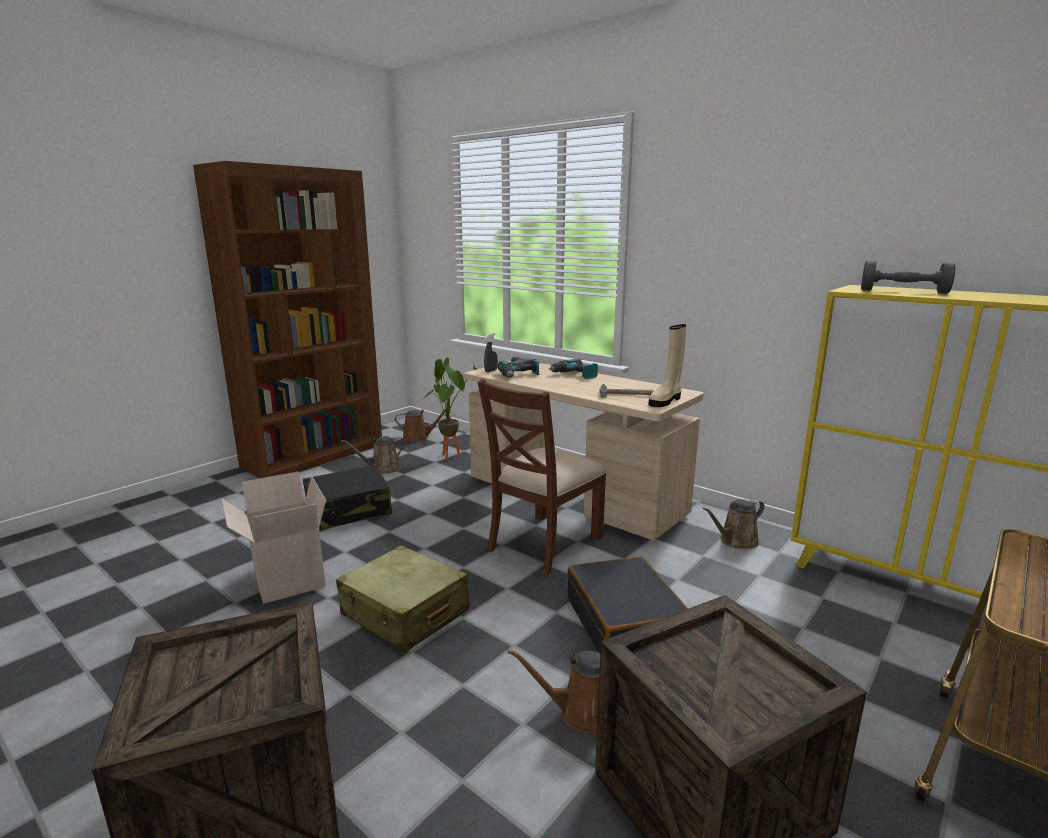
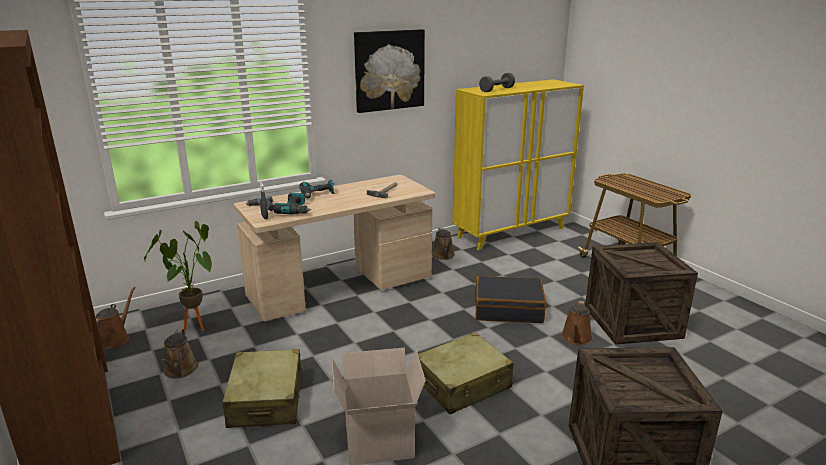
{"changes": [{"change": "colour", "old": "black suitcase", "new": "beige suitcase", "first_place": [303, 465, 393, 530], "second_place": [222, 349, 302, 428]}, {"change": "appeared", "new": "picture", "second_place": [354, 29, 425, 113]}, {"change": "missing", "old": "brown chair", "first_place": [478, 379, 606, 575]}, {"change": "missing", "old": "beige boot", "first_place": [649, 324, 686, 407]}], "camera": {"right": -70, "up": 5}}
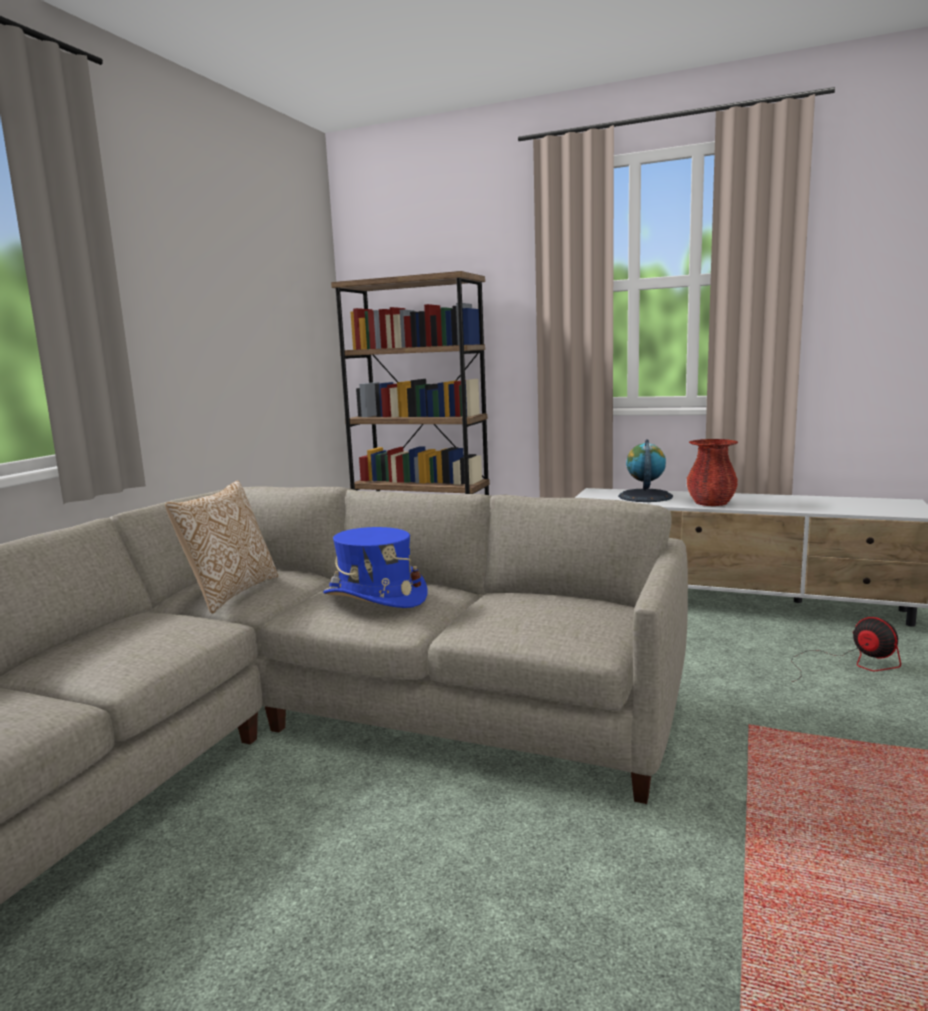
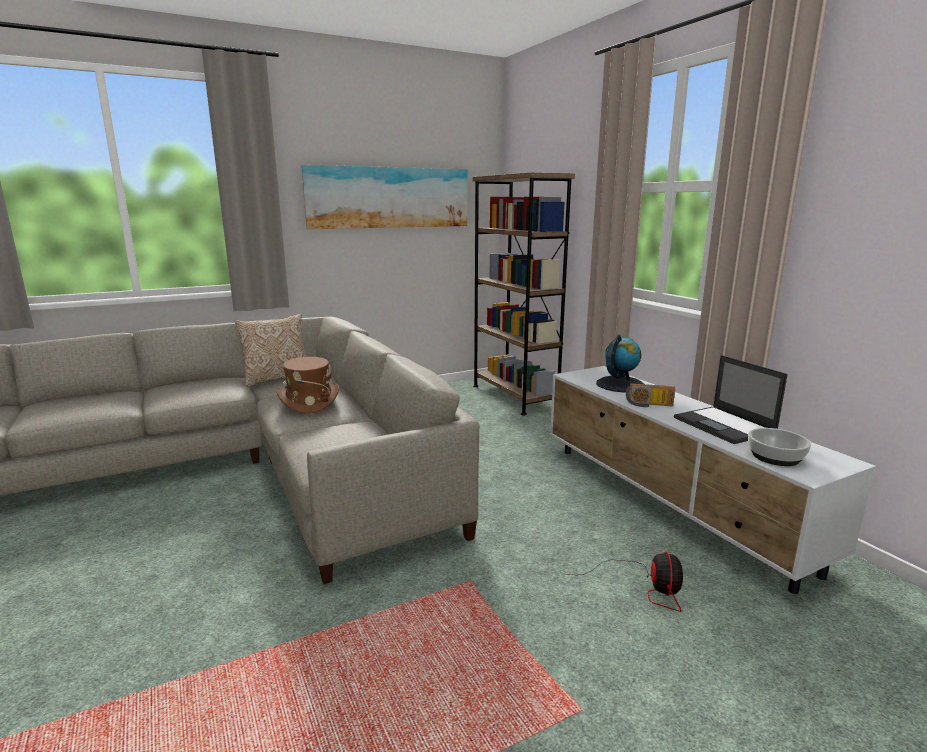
{"changes": [{"change": "colour", "old": "blue hat", "new": "brown hat", "first_place": [323, 527, 428, 608], "second_place": [277, 357, 339, 413]}, {"change": "appeared", "new": "picture", "second_place": [301, 165, 467, 229]}, {"change": "exchanged", "old": "red vase", "new": "radio", "first_place": [687, 439, 738, 506], "second_place": [626, 383, 675, 407]}, {"change": "appeared", "new": "laptop", "second_place": [674, 355, 788, 444]}, {"change": "appeared", "new": "bowl", "second_place": [748, 428, 811, 466]}], "camera": {"right": 40, "up": 5}}
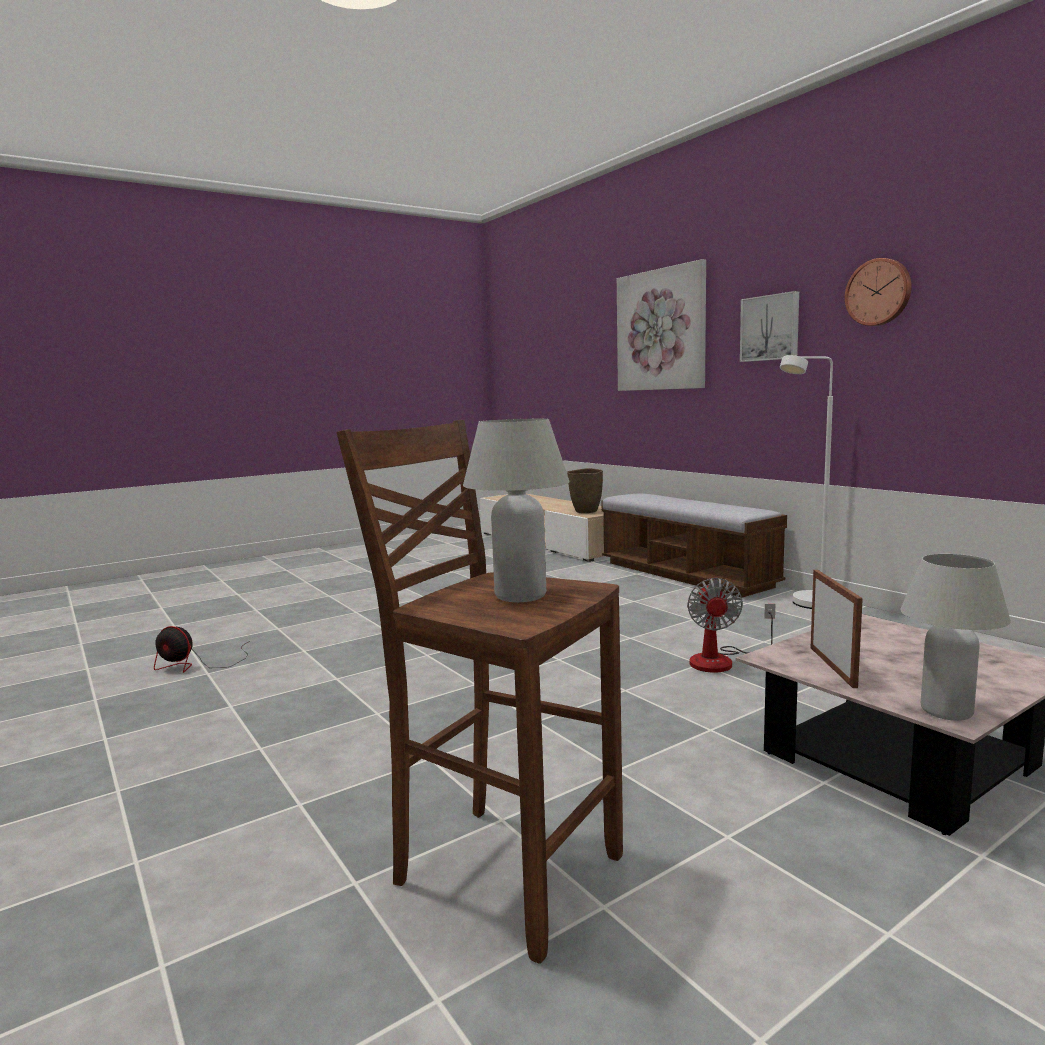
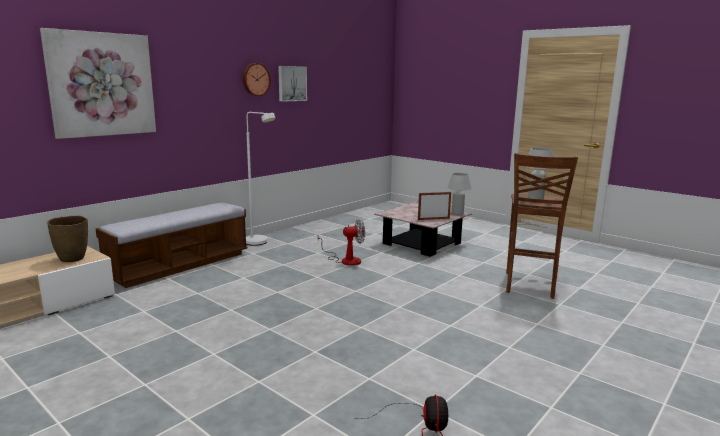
{"changes": [{"change": "relocated", "old": "picture", "first_place": [740, 291, 799, 362], "second_place": [278, 66, 307, 102]}], "camera": {"right": -105, "up": 5}}
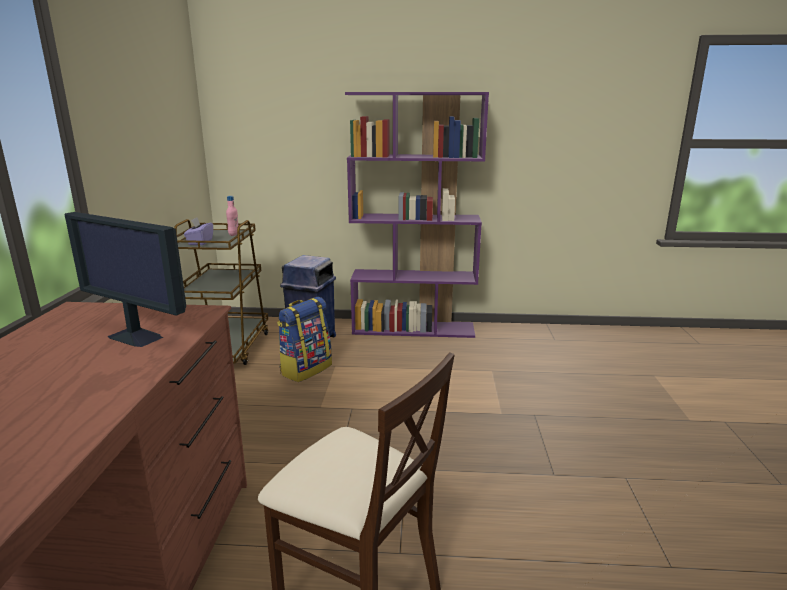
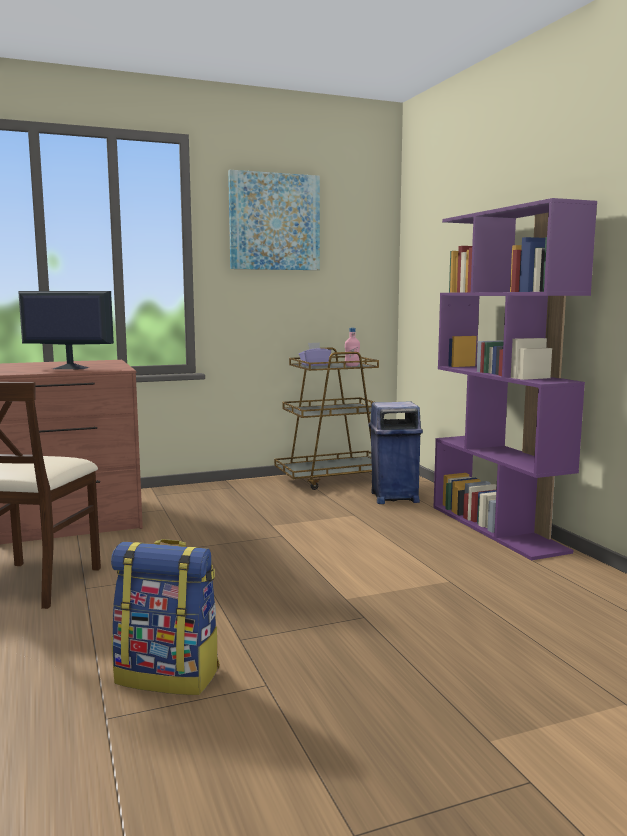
{"changes": [{"change": "spun", "old": "monitor", "first_place": [65, 212, 186, 347], "second_place": [18, 291, 114, 369], "degrees": 90}, {"change": "relocated", "old": "backpack", "first_place": [277, 297, 332, 382], "second_place": [111, 539, 220, 695]}, {"change": "appeared", "new": "picture", "second_place": [228, 170, 320, 270]}], "camera": {"right": 65, "up": -10}}
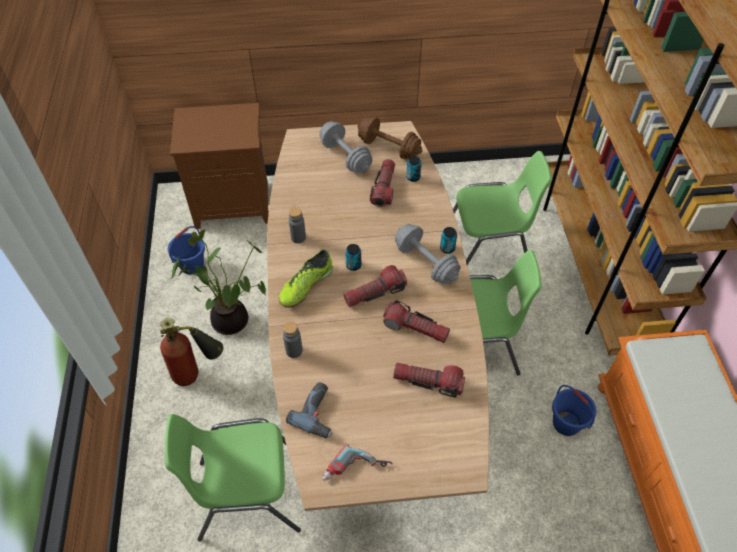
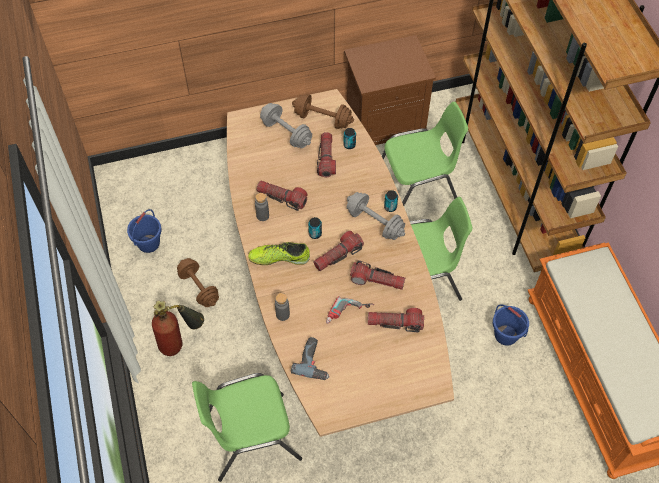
{"changes": [{"change": "exchanged", "old": "potted plant", "new": "brown dumbbell", "first_place": [171, 230, 266, 335], "second_place": [177, 258, 219, 307]}, {"change": "spun", "old": "shoe", "first_place": [279, 249, 333, 308], "second_place": [248, 242, 310, 265], "degrees": 60}, {"change": "appeared", "new": "flashlight", "second_place": [257, 181, 307, 211]}, {"change": "relocated", "old": "power drill", "first_place": [323, 444, 393, 481], "second_place": [326, 296, 374, 324]}, {"change": "relocated", "old": "brown nightstand", "first_place": [170, 103, 269, 229], "second_place": [344, 35, 436, 145]}], "camera": {"right": -10, "up": 5}}
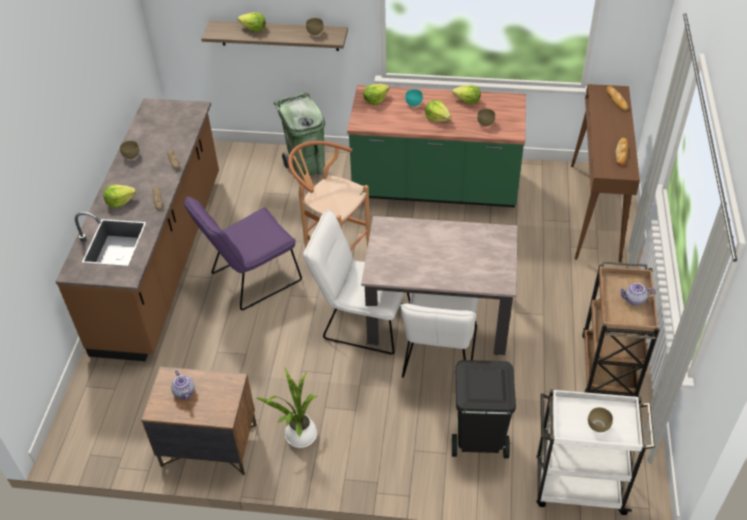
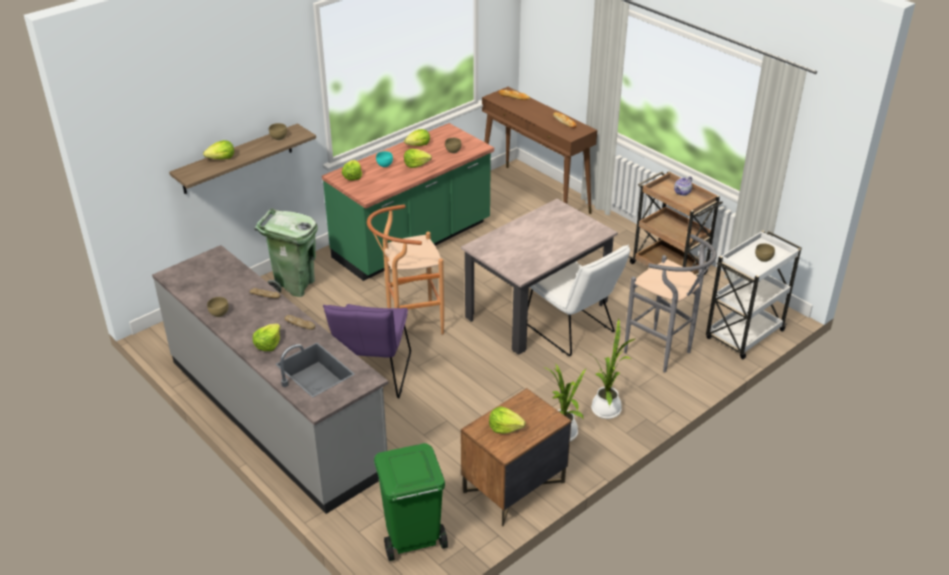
{"changes": [{"change": "colour", "old": "brown counter", "new": "grey counter", "first_place": [55, 98, 219, 361], "second_place": [152, 245, 388, 514]}, {"change": "appeared", "new": "green trash can", "second_place": [374, 443, 448, 561]}, {"change": "exchanged", "old": "teapot", "new": "lettuce", "first_place": [171, 370, 195, 400], "second_place": [489, 406, 526, 434]}, {"change": "appeared", "new": "potted plant", "second_place": [590, 318, 636, 419]}, {"change": "exchanged", "old": "black trash can", "new": "grey stool", "first_place": [452, 360, 516, 459], "second_place": [624, 234, 717, 372]}, {"change": "missing", "old": "white chair", "first_place": [303, 209, 410, 355]}], "camera": {"right": -50, "up": -10}}
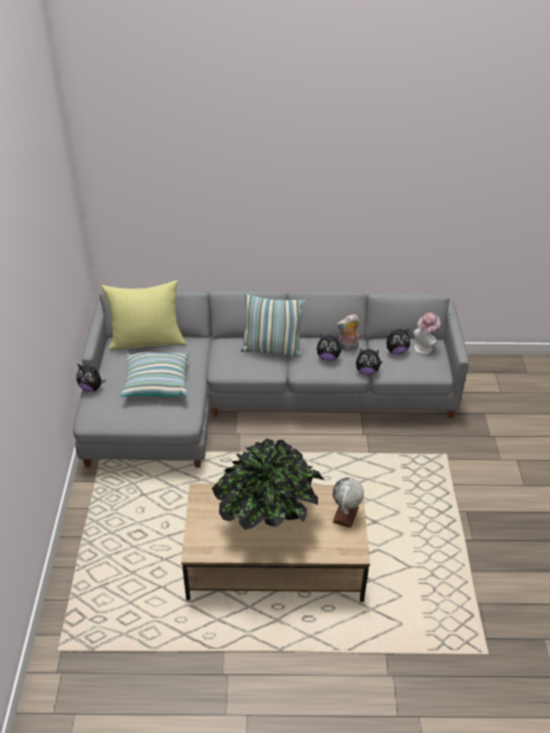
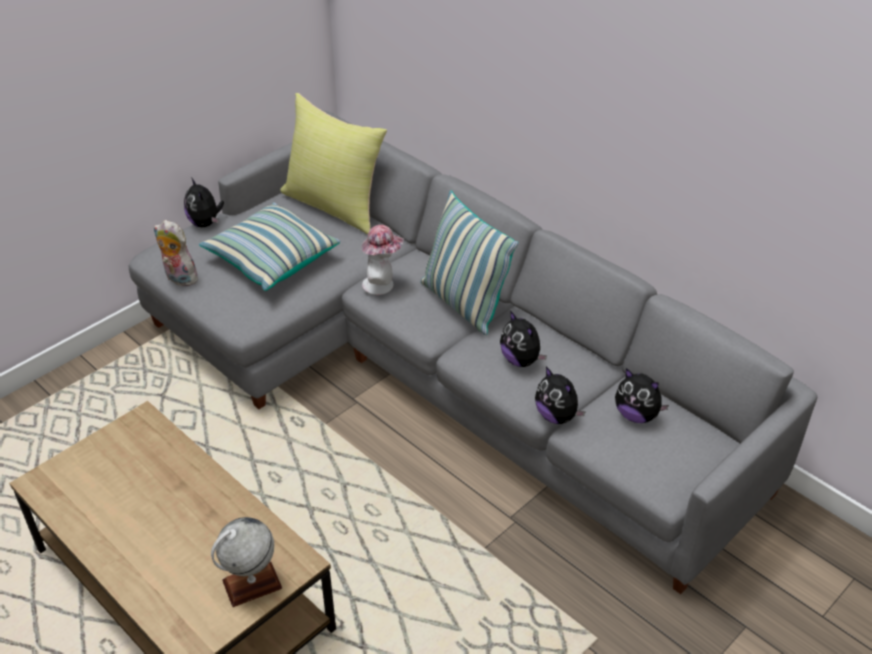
{"changes": [{"change": "relocated", "old": "plush toy", "first_place": [336, 314, 360, 351], "second_place": [154, 220, 199, 286]}, {"change": "relocated", "old": "hat", "first_place": [413, 313, 440, 354], "second_place": [361, 225, 404, 295]}, {"change": "missing", "old": "potted plant", "first_place": [212, 438, 324, 530]}], "camera": {"right": 45, "up": 0}}
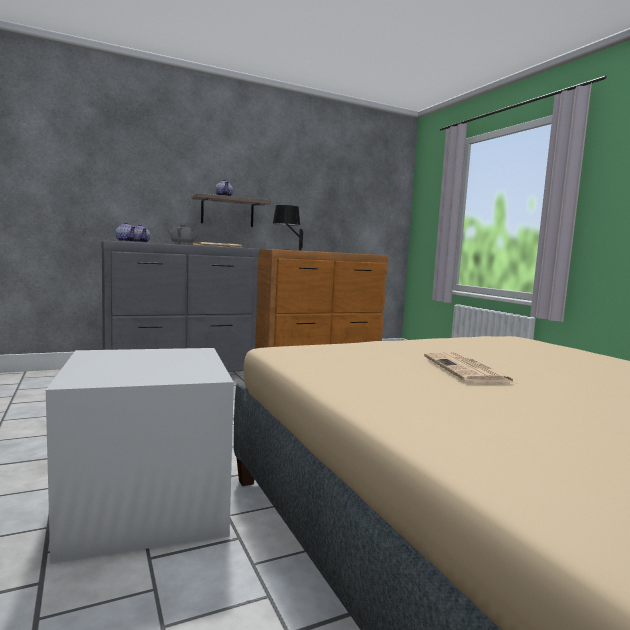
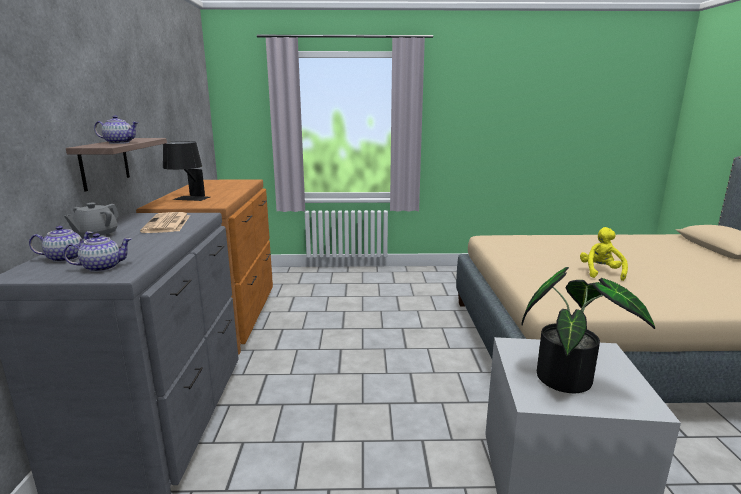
{"changes": [{"change": "appeared", "new": "potted plant", "second_place": [521, 267, 655, 393]}, {"change": "exchanged", "old": "newspaper", "new": "yellow plush toy", "first_place": [424, 352, 515, 384], "second_place": [580, 227, 628, 281]}], "camera": {"right": -65, "up": 10}}
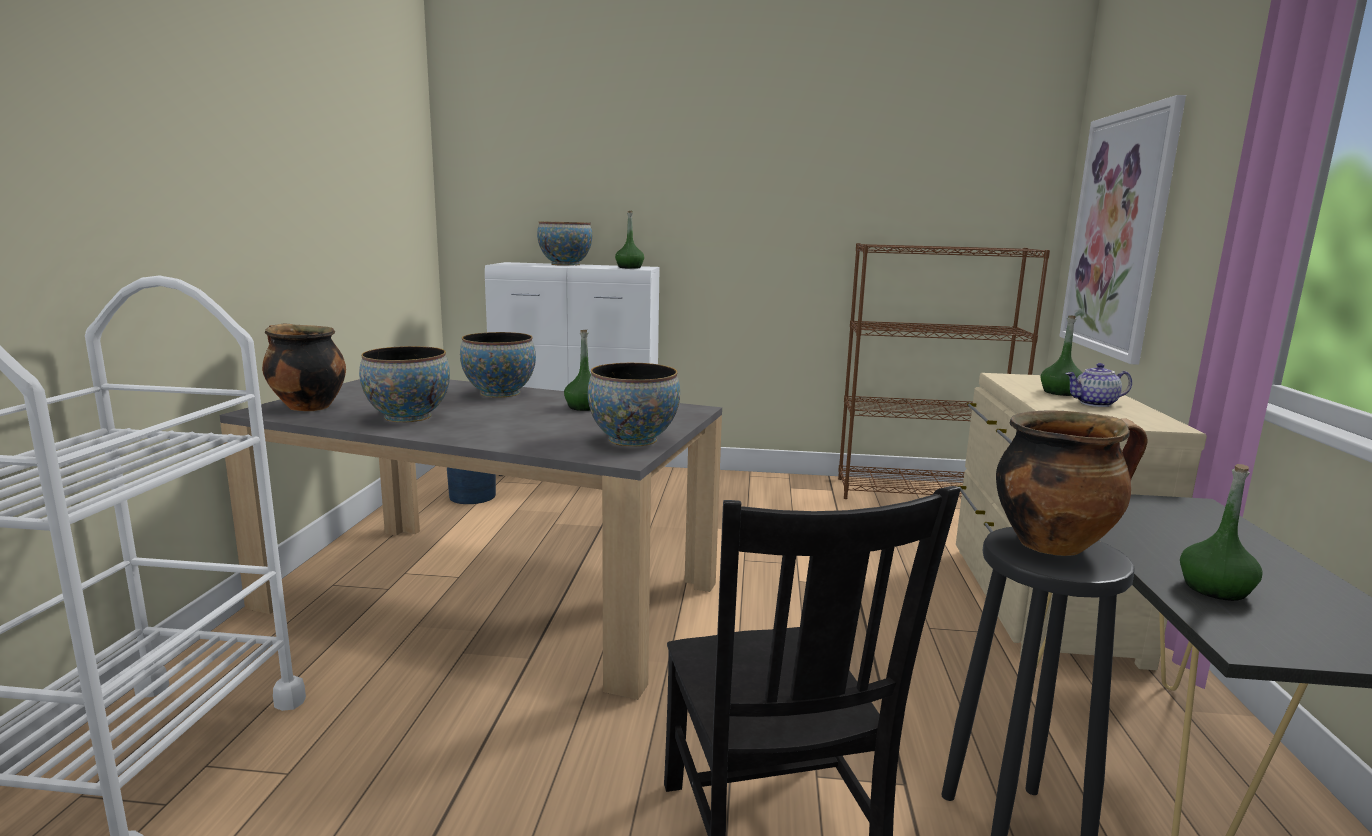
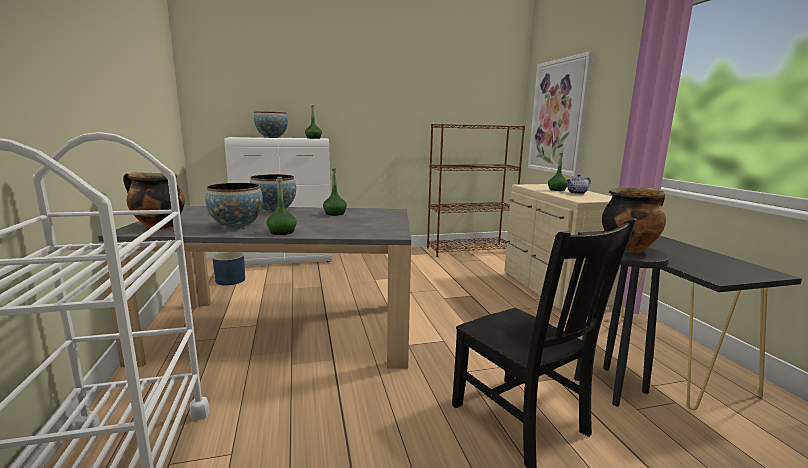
{"changes": [{"change": "relocated", "old": "green bottle", "first_place": [1180, 464, 1262, 601], "second_place": [266, 177, 297, 235]}, {"change": "missing", "old": "bowl", "first_place": [588, 363, 680, 447]}], "camera": {"right": -20, "up": 0}}
